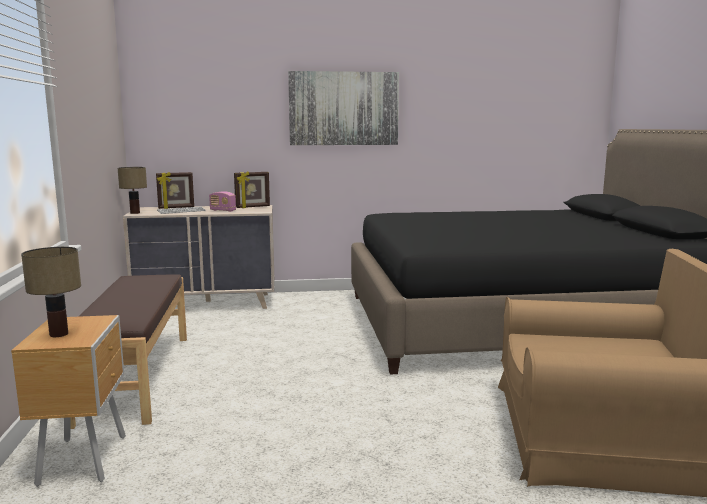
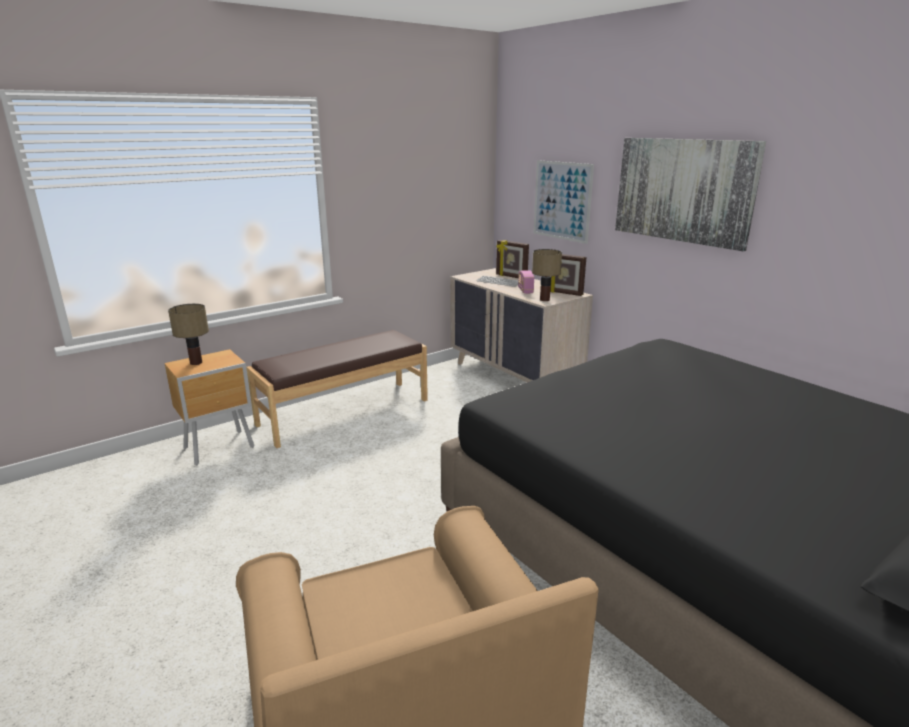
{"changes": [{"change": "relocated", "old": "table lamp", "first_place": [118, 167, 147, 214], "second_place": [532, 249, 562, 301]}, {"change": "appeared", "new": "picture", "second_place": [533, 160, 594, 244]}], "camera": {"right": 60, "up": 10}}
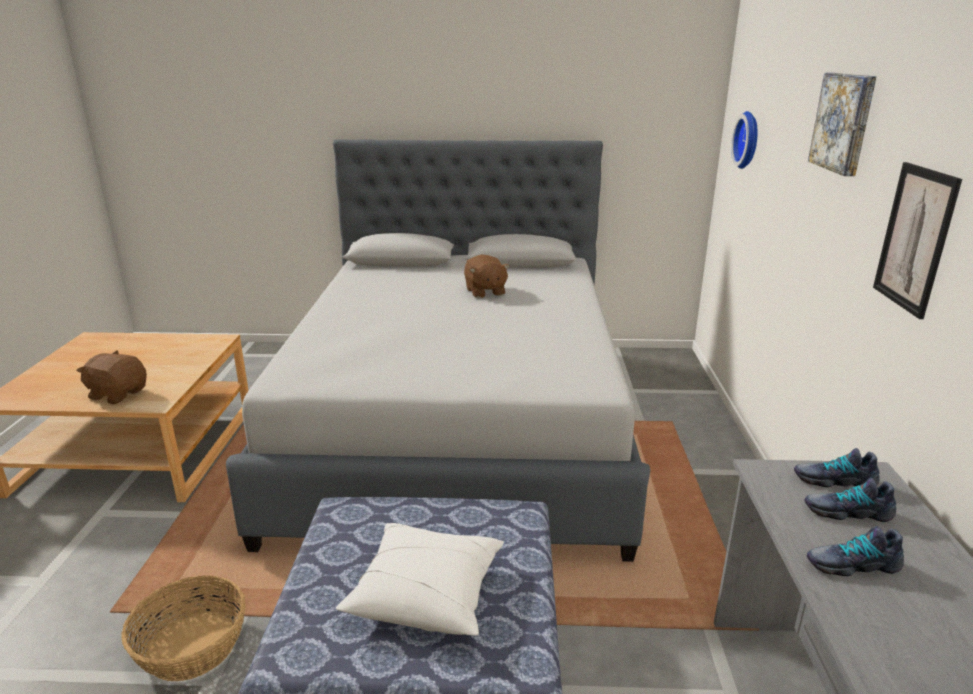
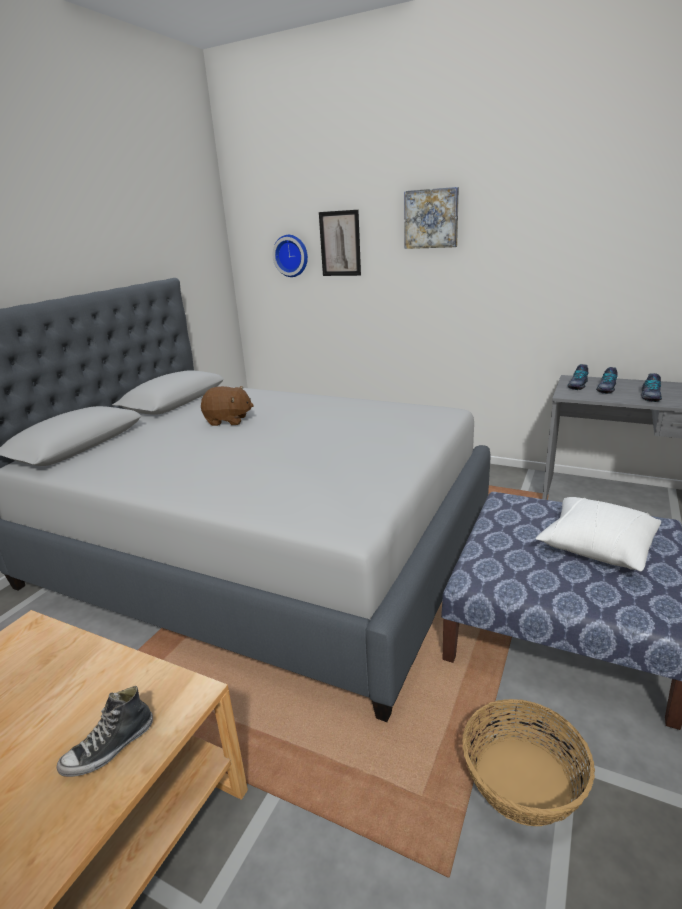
{"changes": [{"change": "exchanged", "old": "brown plush toy", "new": "shoe", "first_place": [77, 350, 147, 405], "second_place": [57, 686, 153, 777]}, {"change": "relocated", "old": "picture", "first_place": [873, 162, 962, 319], "second_place": [319, 210, 361, 276]}], "camera": {"right": -65, "up": 0}}
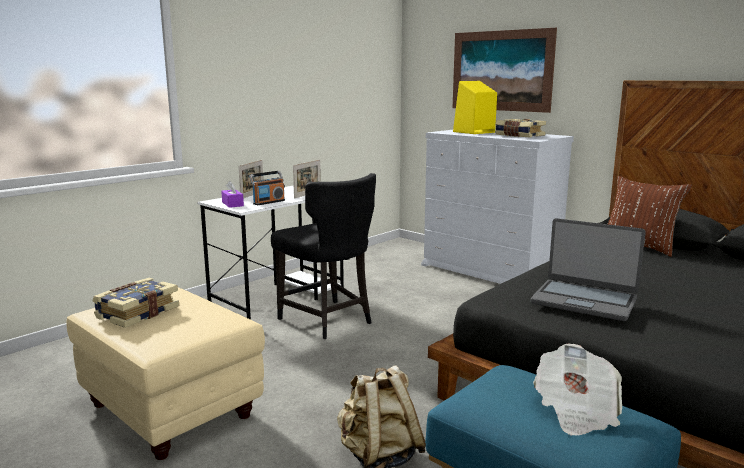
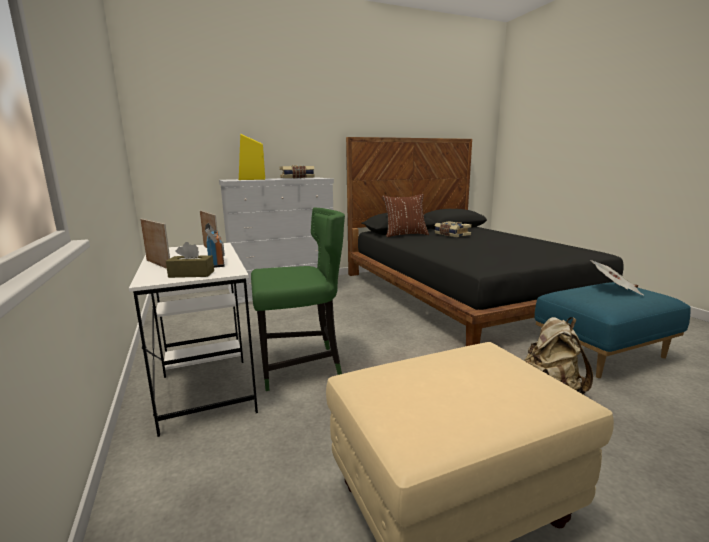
{"changes": [{"change": "colour", "old": "purple tissue box", "new": "brown tissue box", "first_place": [221, 181, 244, 208], "second_place": [166, 242, 214, 278]}, {"change": "colour", "old": "black chair", "new": "green chair", "first_place": [271, 173, 376, 339], "second_place": [251, 208, 345, 391]}, {"change": "relocated", "old": "book", "first_place": [93, 278, 179, 328], "second_place": [435, 221, 472, 237]}, {"change": "missing", "old": "picture", "first_place": [453, 28, 557, 113]}, {"change": "missing", "old": "laptop", "first_place": [531, 218, 646, 321]}], "camera": {"right": -65, "up": 0}}
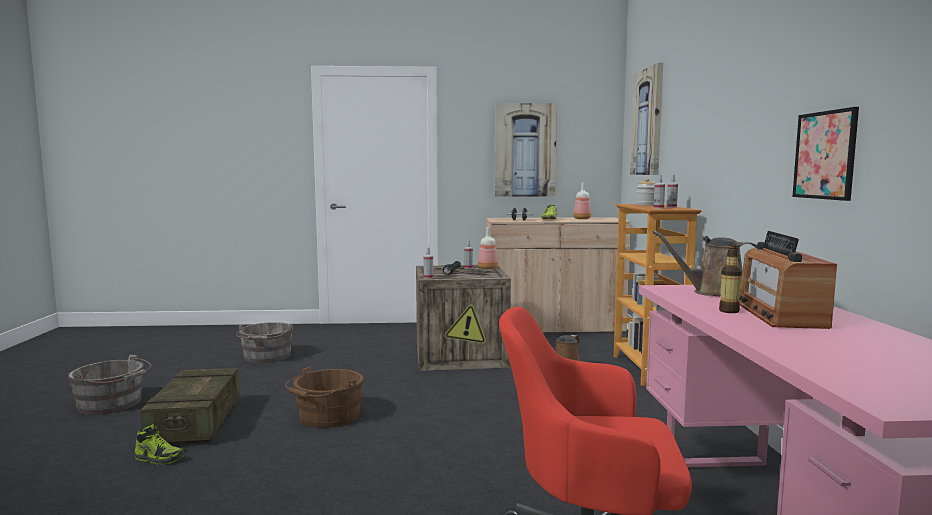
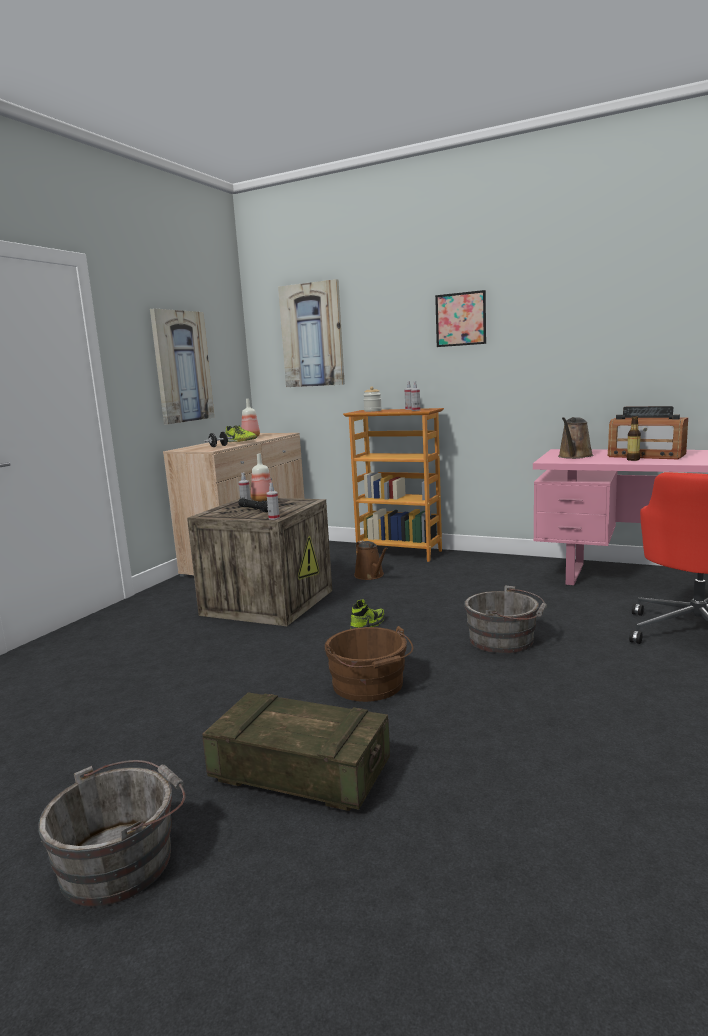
{"changes": [{"change": "relocated", "old": "shoe", "first_place": [134, 424, 184, 465], "second_place": [350, 599, 384, 629]}, {"change": "relocated", "old": "picture", "first_place": [792, 107, 859, 201], "second_place": [435, 290, 486, 347]}, {"change": "relocated", "old": "grey bucket", "first_place": [236, 322, 294, 363], "second_place": [464, 586, 547, 654]}], "camera": {"right": -60, "up": 5}}
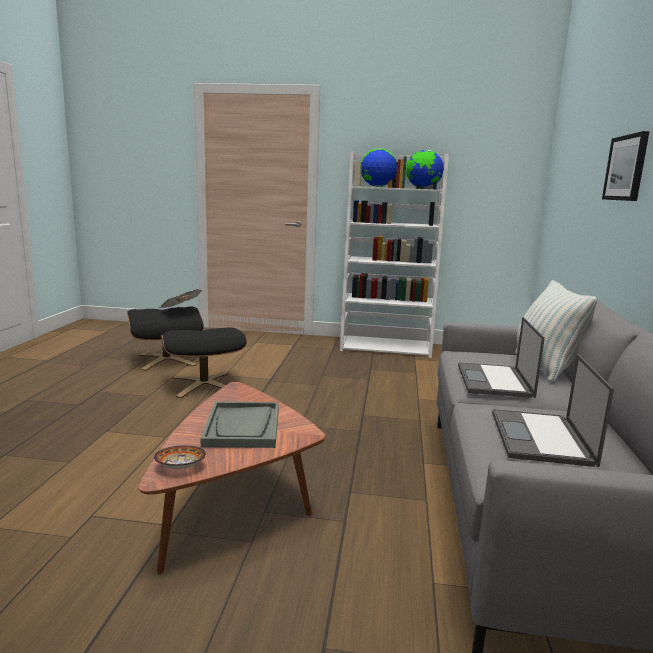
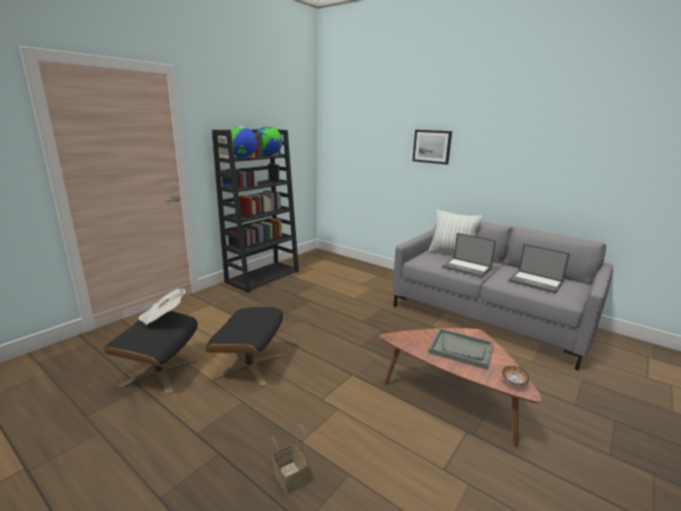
{"changes": [{"change": "colour", "old": "white bookcase", "new": "black bookcase", "first_place": [340, 151, 449, 358], "second_place": [212, 129, 299, 293]}, {"change": "appeared", "new": "basket", "second_place": [271, 424, 307, 493]}], "camera": {"right": -60, "up": 5}}
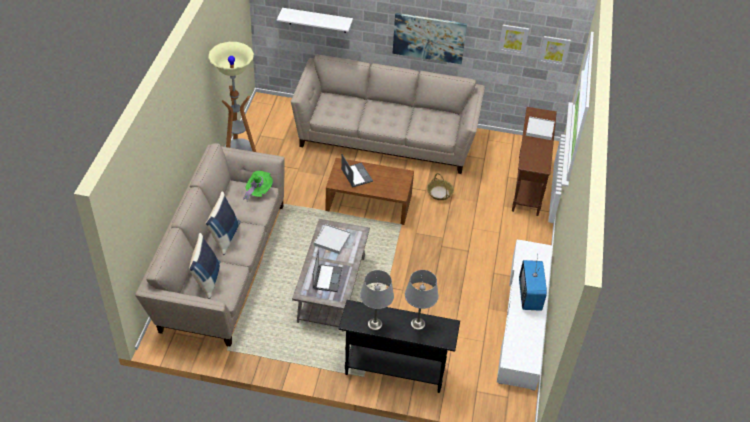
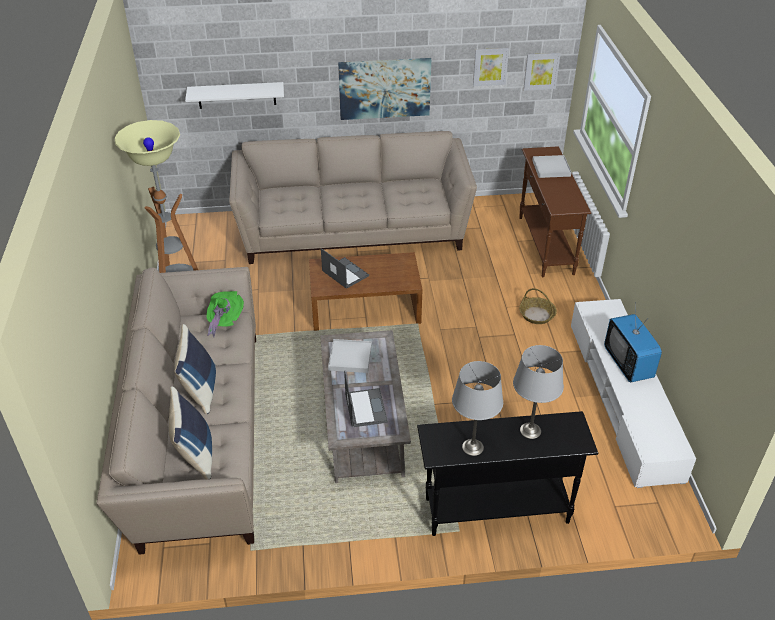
{"changes": [{"change": "relocated", "old": "basket", "first_place": [427, 173, 454, 200], "second_place": [519, 288, 557, 324]}], "camera": {"right": -15, "up": -5}}
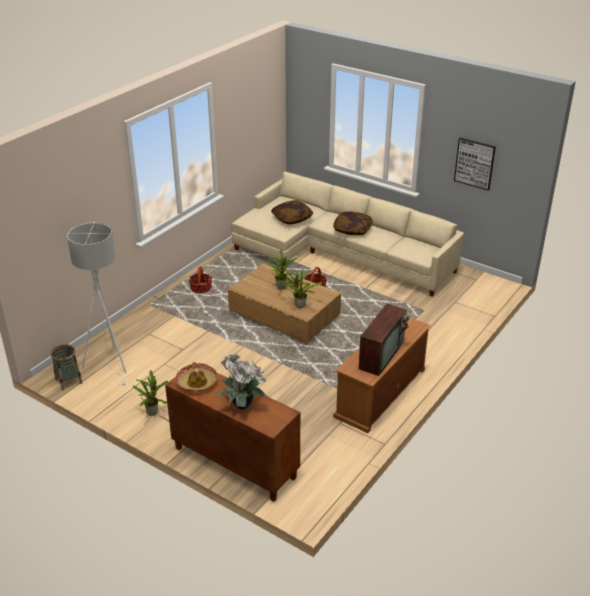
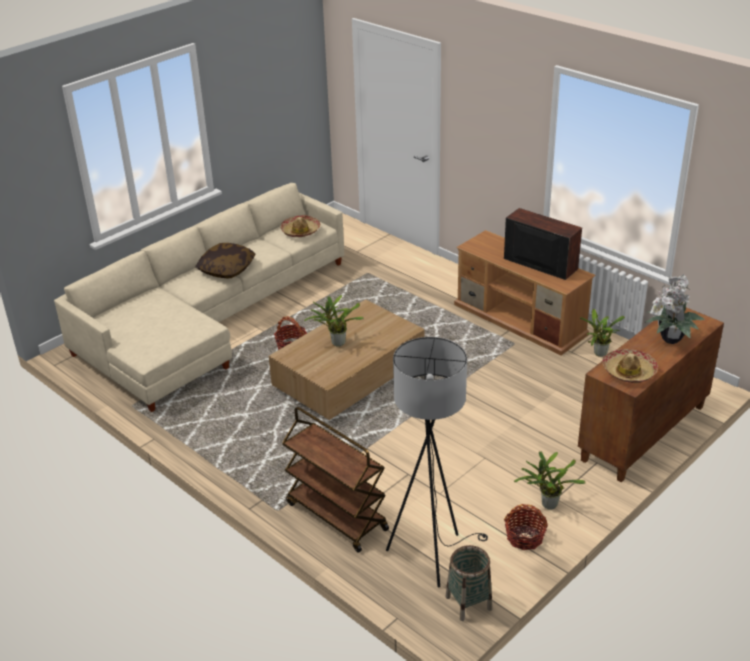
{"changes": [{"change": "appeared", "new": "hat", "second_place": [280, 215, 320, 237]}, {"change": "appeared", "new": "brown cart", "second_place": [282, 407, 389, 553]}, {"change": "colour", "old": "white floor lamp", "new": "black floor lamp", "first_place": [67, 222, 127, 386], "second_place": [386, 337, 488, 588]}, {"change": "relocated", "old": "basket", "first_place": [189, 266, 212, 293], "second_place": [504, 504, 548, 550]}, {"change": "relocated", "old": "potted plant", "first_place": [279, 271, 322, 308], "second_place": [580, 309, 625, 357]}, {"change": "missing", "old": "pillow", "first_place": [271, 200, 313, 225]}, {"change": "missing", "old": "picture", "first_place": [454, 137, 496, 190]}], "camera": {"right": -80, "up": 0}}
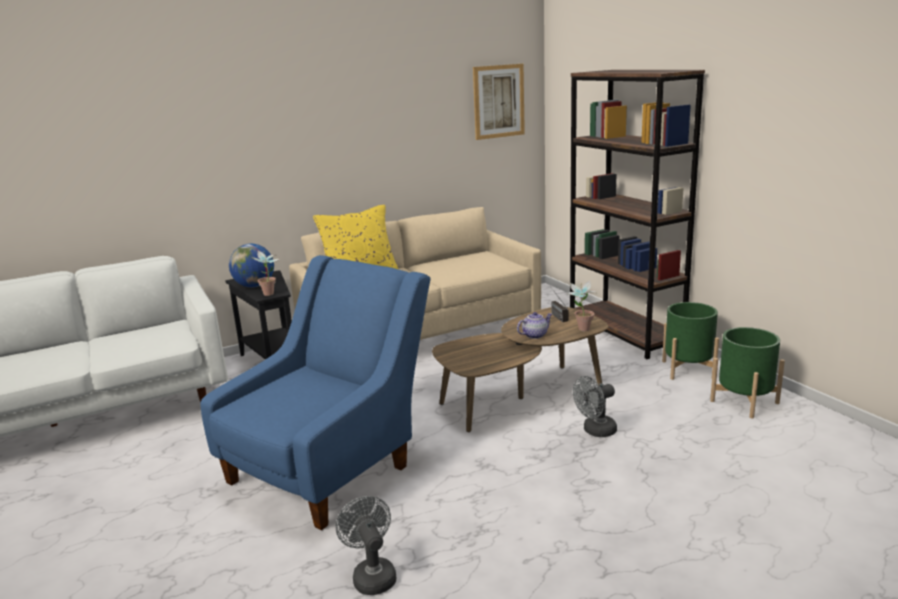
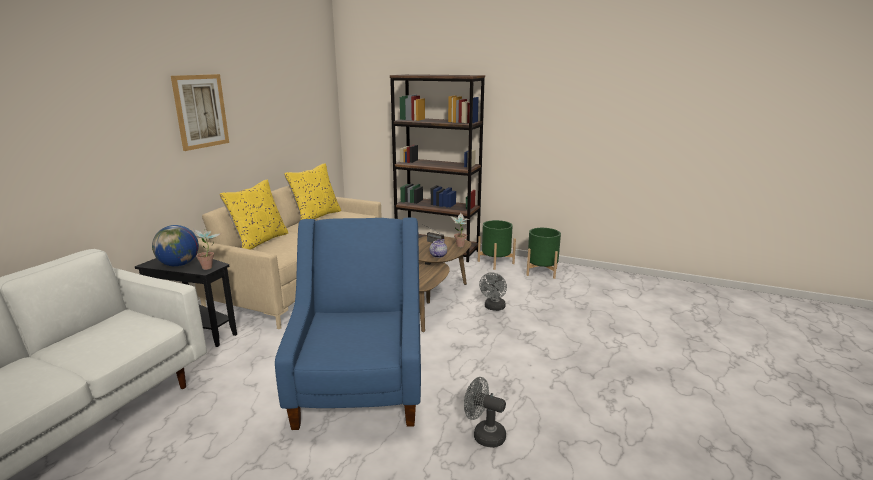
{"changes": [{"change": "relocated", "old": "picture", "first_place": [473, 64, 525, 140], "second_place": [171, 74, 229, 151]}, {"change": "appeared", "new": "yellow pillow", "second_place": [284, 163, 341, 220]}], "camera": {"right": -40, "up": 0}}
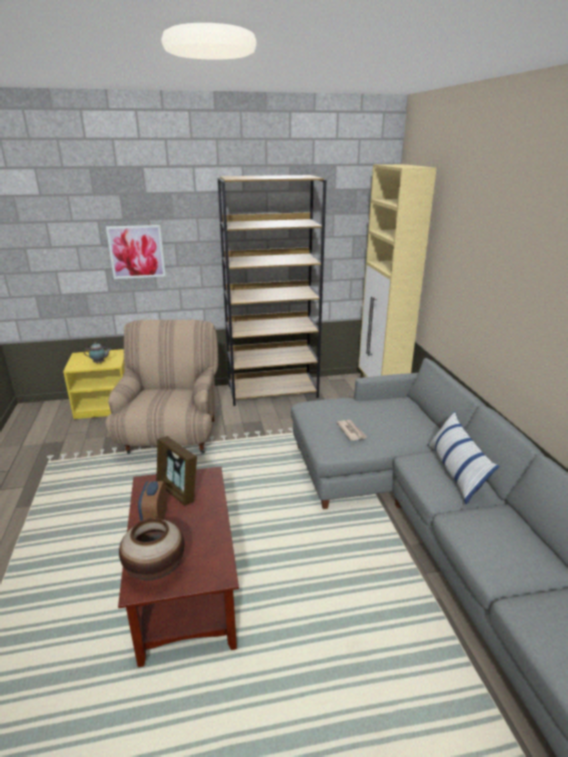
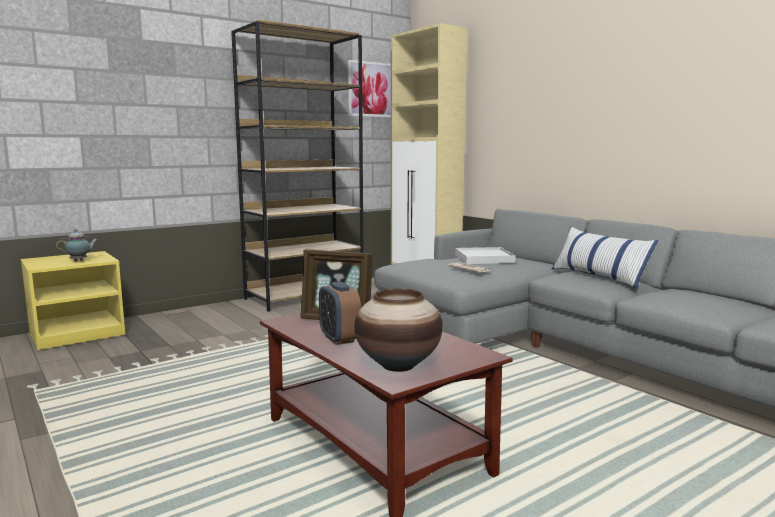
{"changes": [{"change": "relocated", "old": "picture", "first_place": [106, 225, 166, 279], "second_place": [347, 60, 391, 117]}, {"change": "appeared", "new": "white tray", "second_place": [455, 247, 516, 264]}, {"change": "missing", "old": "beige armchair", "first_place": [105, 320, 218, 454]}], "camera": {"right": -25, "up": -15}}
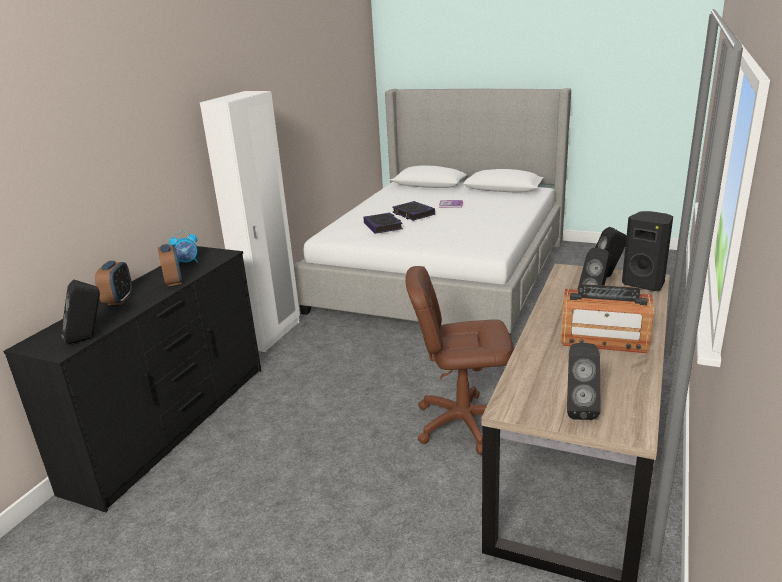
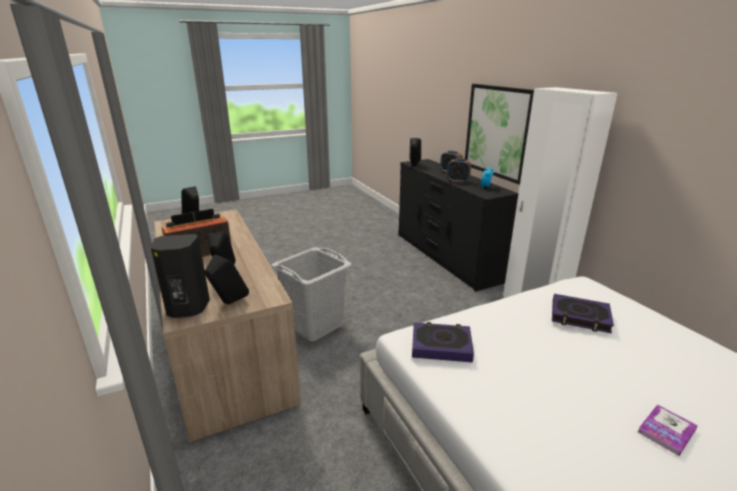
{"changes": [{"change": "exchanged", "old": "brown office chair", "new": "grey laundry basket", "first_place": [406, 266, 514, 455], "second_place": [272, 247, 352, 342]}, {"change": "relocated", "old": "book", "first_place": [392, 201, 435, 221], "second_place": [412, 322, 474, 362]}, {"change": "appeared", "new": "picture", "second_place": [465, 84, 534, 184]}], "camera": {"right": 130, "up": 0}}
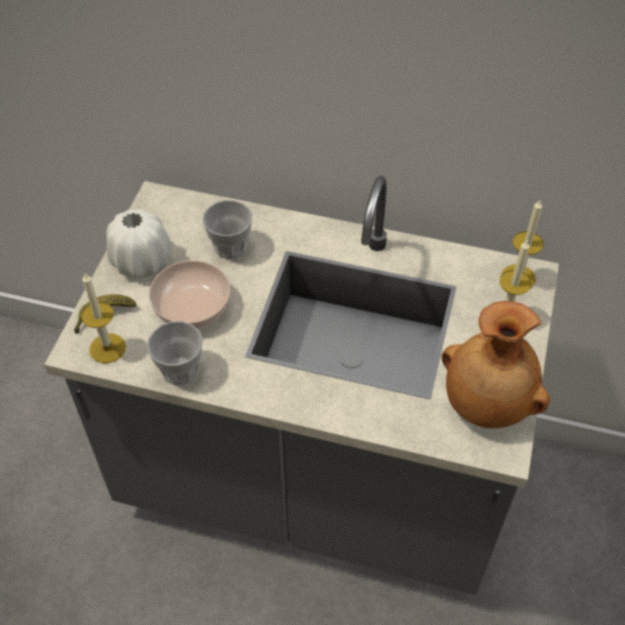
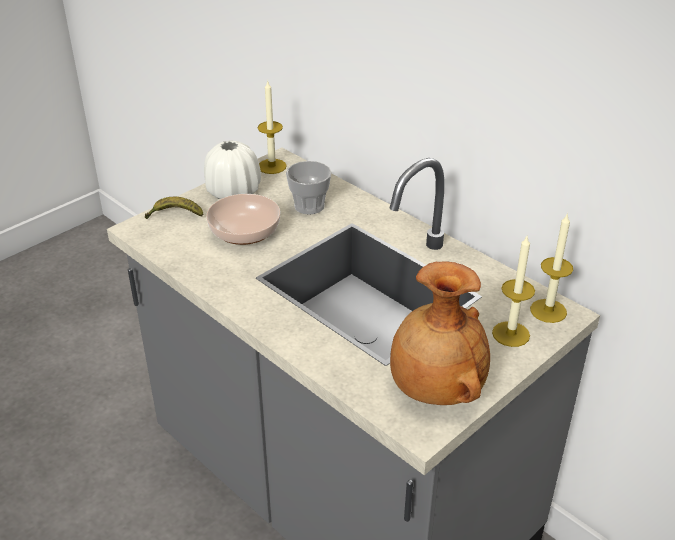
{"changes": [{"change": "relocated", "old": "candle", "first_place": [81, 272, 126, 363], "second_place": [257, 80, 287, 174]}, {"change": "missing", "old": "cup", "first_place": [147, 321, 203, 385]}], "camera": {"right": 30, "up": -15}}
